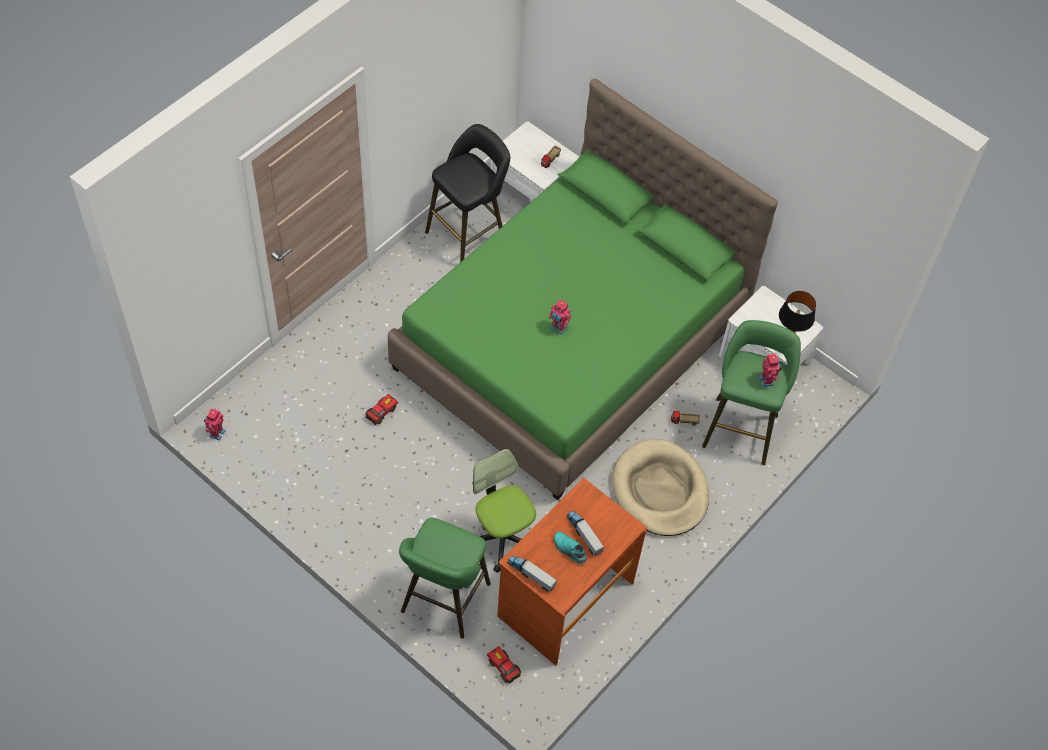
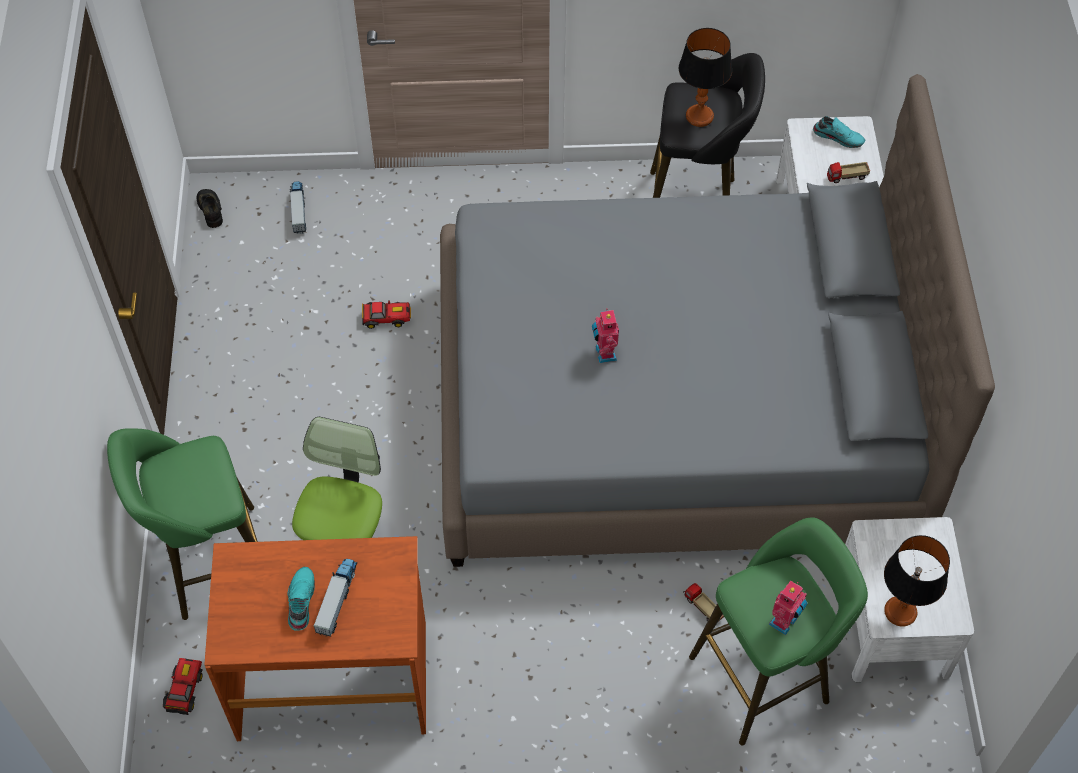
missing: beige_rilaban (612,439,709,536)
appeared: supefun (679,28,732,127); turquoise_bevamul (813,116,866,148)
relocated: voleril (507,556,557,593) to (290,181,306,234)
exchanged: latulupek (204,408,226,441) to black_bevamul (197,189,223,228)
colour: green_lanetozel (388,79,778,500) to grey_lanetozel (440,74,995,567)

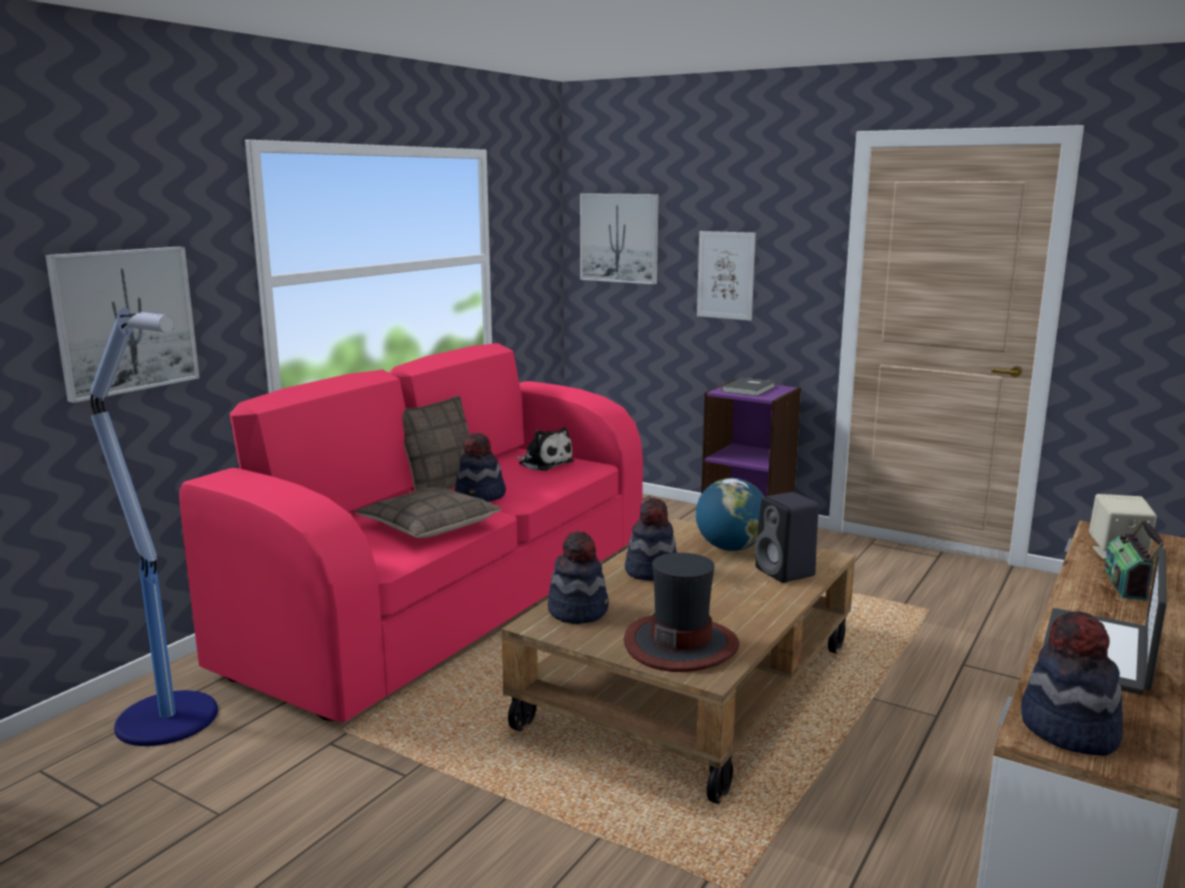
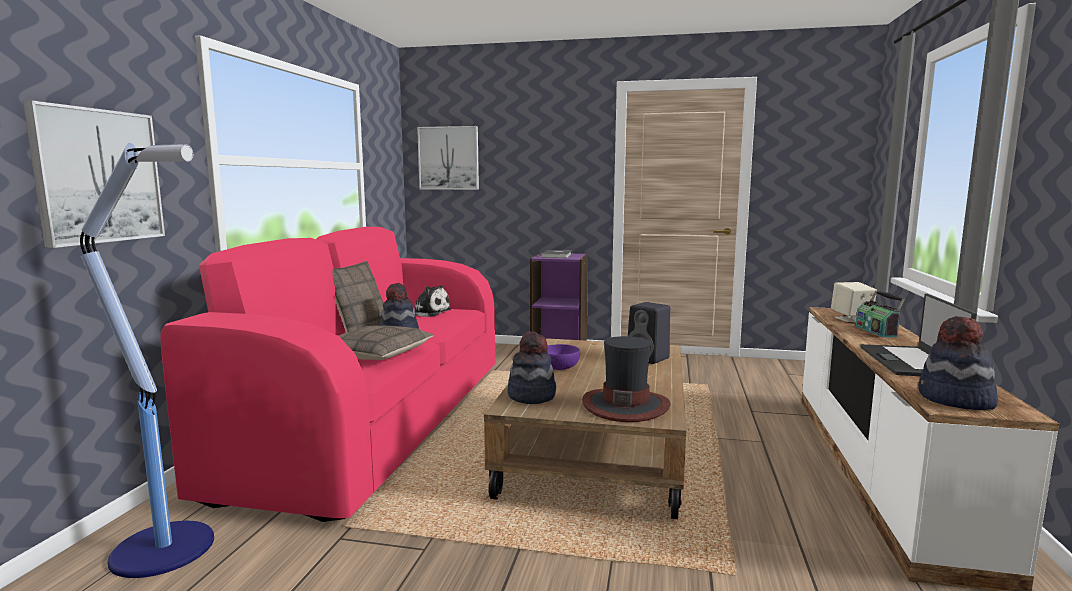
missing: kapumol (696,478,764,551); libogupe (697,231,756,321)
exchanged: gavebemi (625,497,677,581) to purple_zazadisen (547,344,580,370)

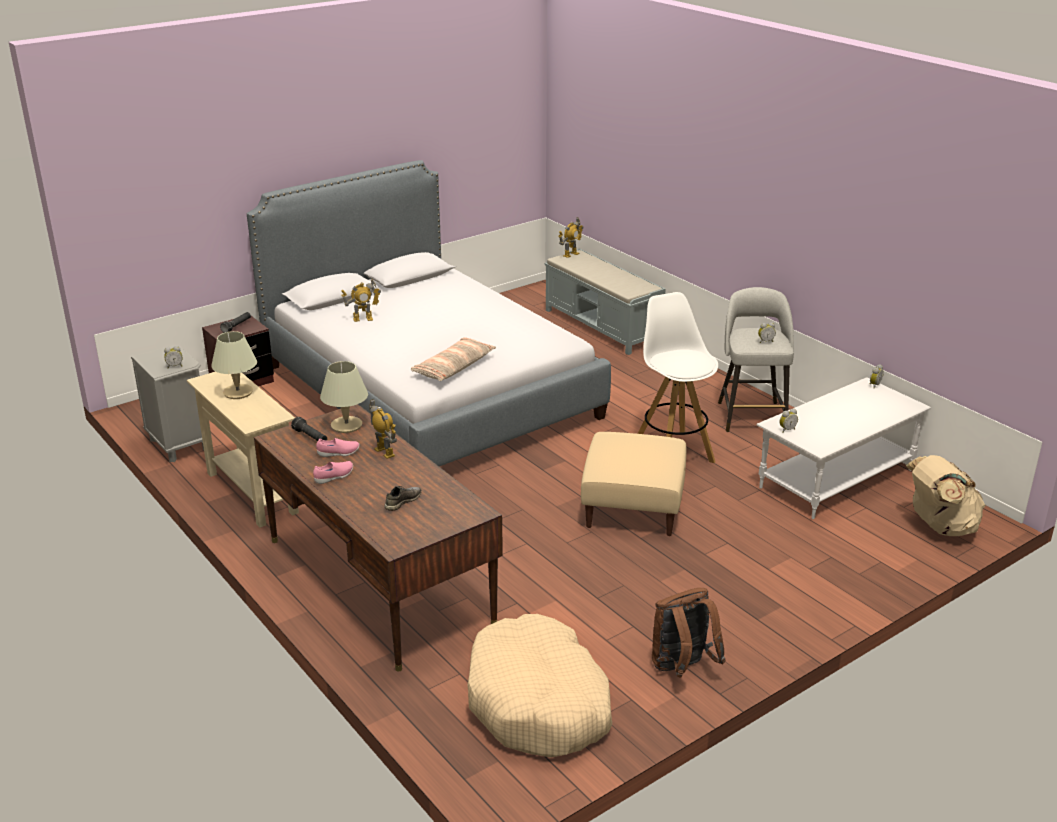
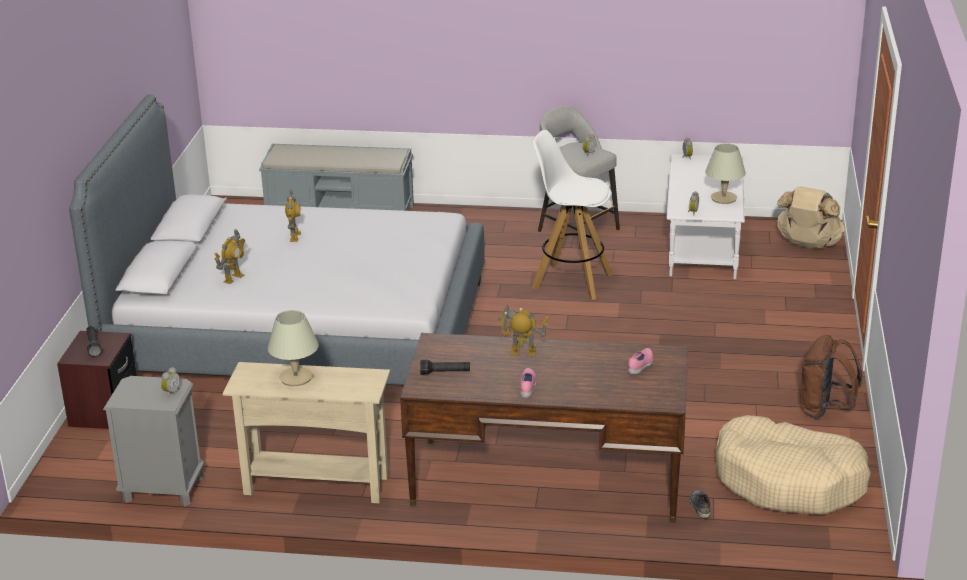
missing: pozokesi (411,337,496,381); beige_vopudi (581,432,687,536)
relocated: pink_bevamul (316,438,359,457) to (628,348,653,375); beige_supefun (320,361,368,433) to (705,143,746,204); grey_bevamul (385,486,422,511) to (690,489,711,518); latulupek (559,217,584,258) to (285,190,301,242)

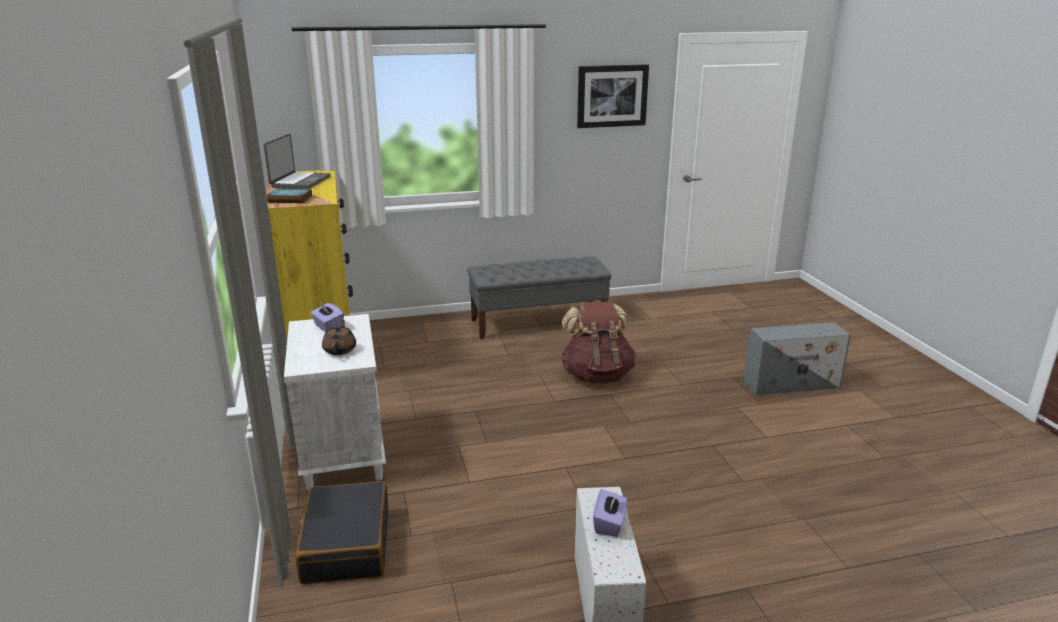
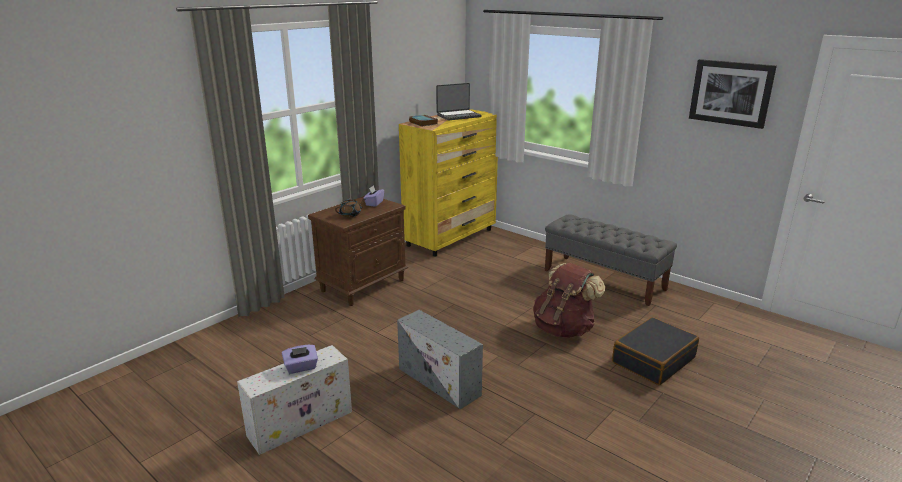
relocated: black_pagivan (295,481,388,584) to (612,317,699,385); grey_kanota (744,322,851,395) to (397,310,483,409)
colour: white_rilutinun (284,314,386,491) to brown_rilutinun (308,196,408,306)

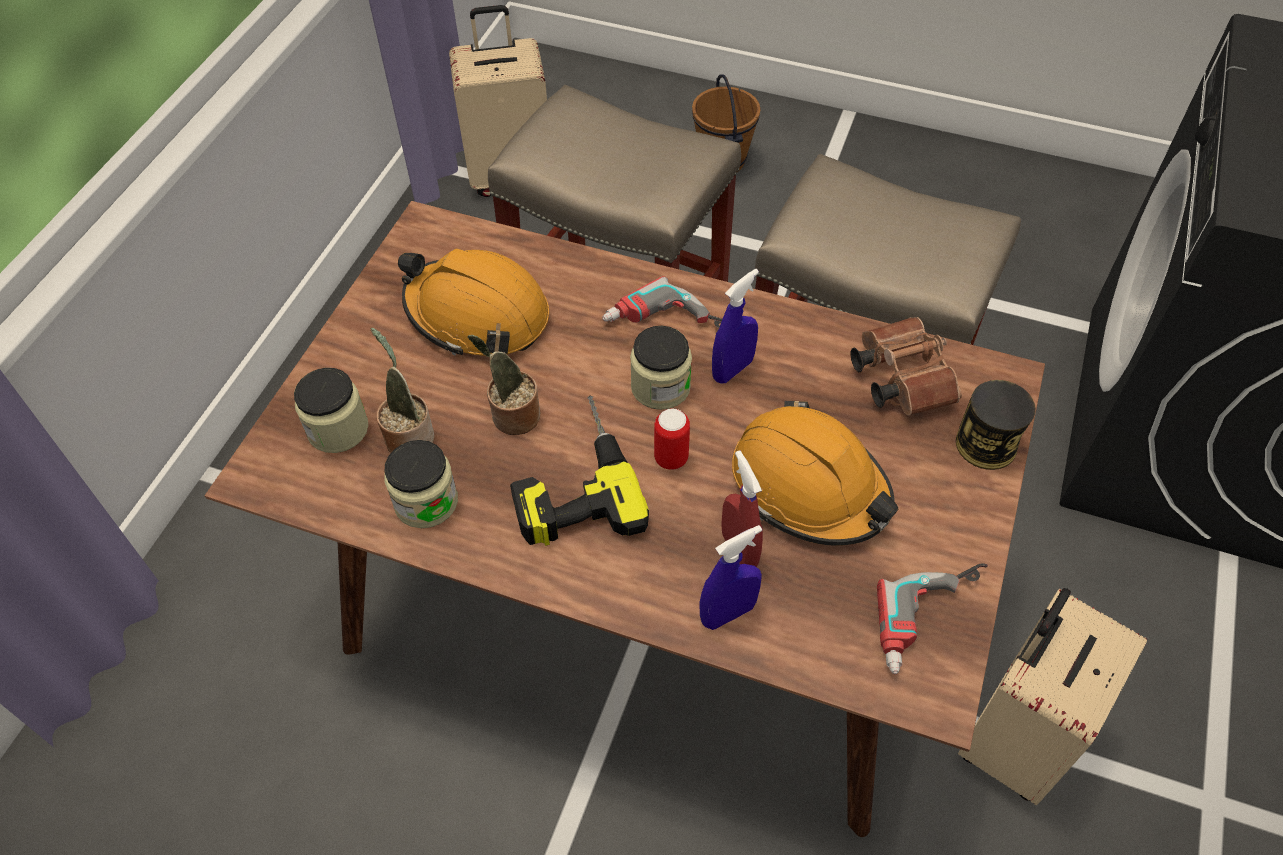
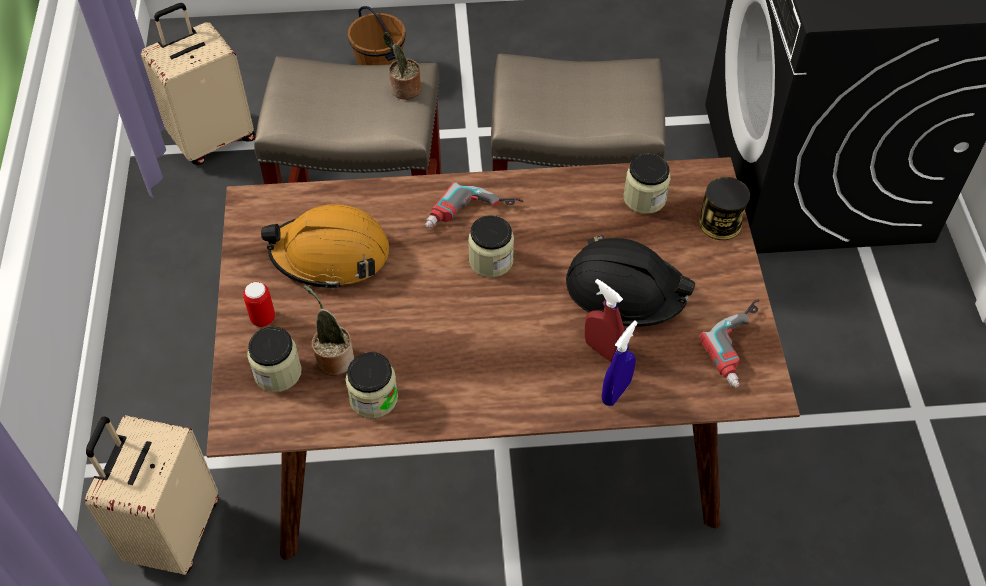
missing: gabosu (510,396,649,546); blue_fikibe (712,269,759,383)
relocated: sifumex (467,335,540,435) to (383,32,421,100); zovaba (654,408,690,470) to (243,282,275,327); beige_pagivan (958,588,1147,805) to (85,415,219,575)
exchanged: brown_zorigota (850,317,962,416) to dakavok (624,154,670,214)
colour: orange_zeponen (732,401,898,546) to black_zeponen (566,235,695,327)

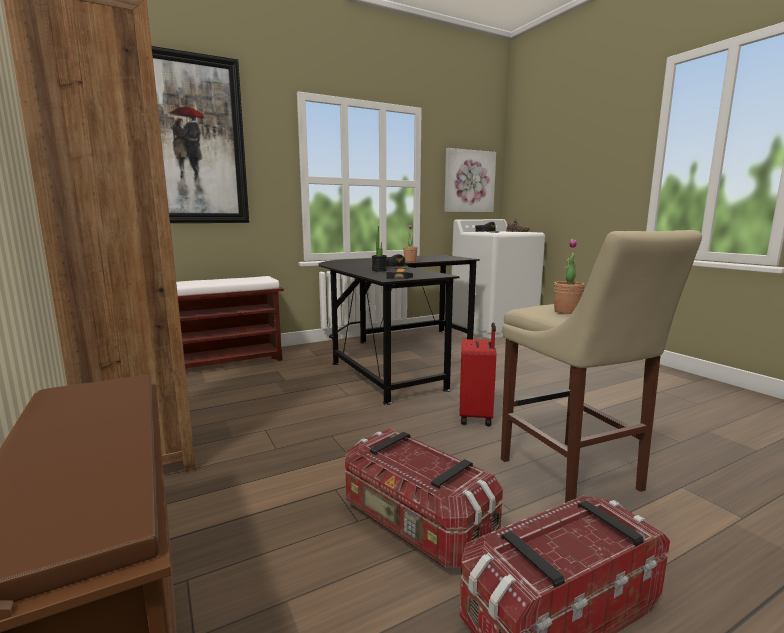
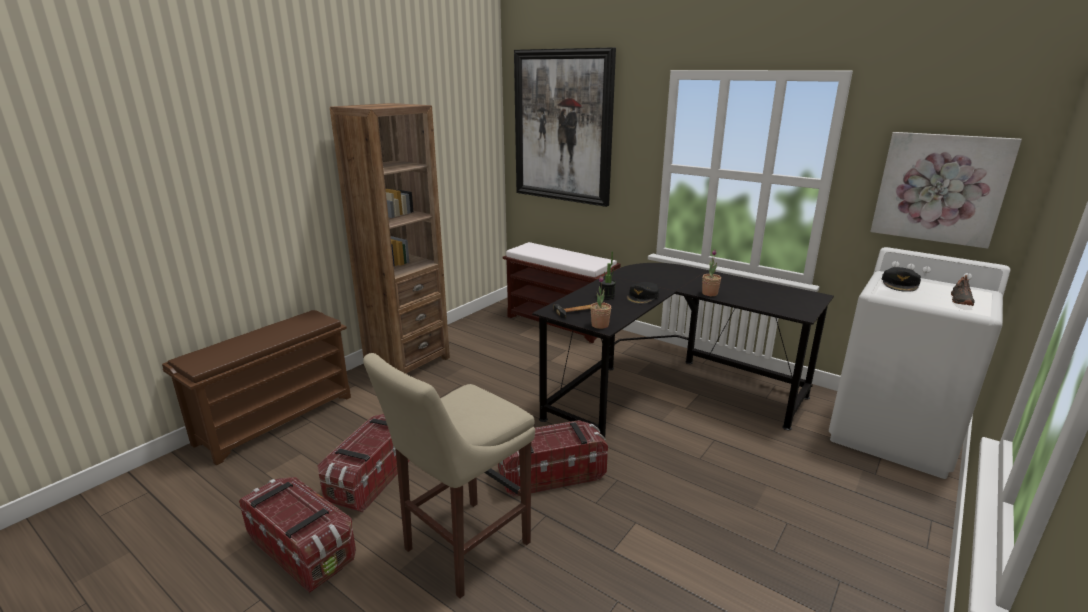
relocated: sifumex (554,239,585,314) to (590,276,611,329)
exchanged: red_pagivan (460,323,497,426) to kanota (498,420,608,497)

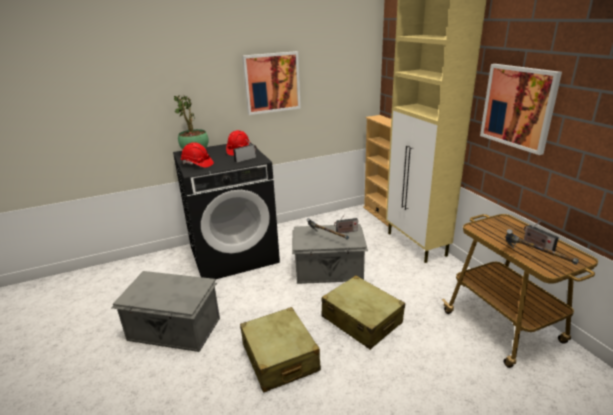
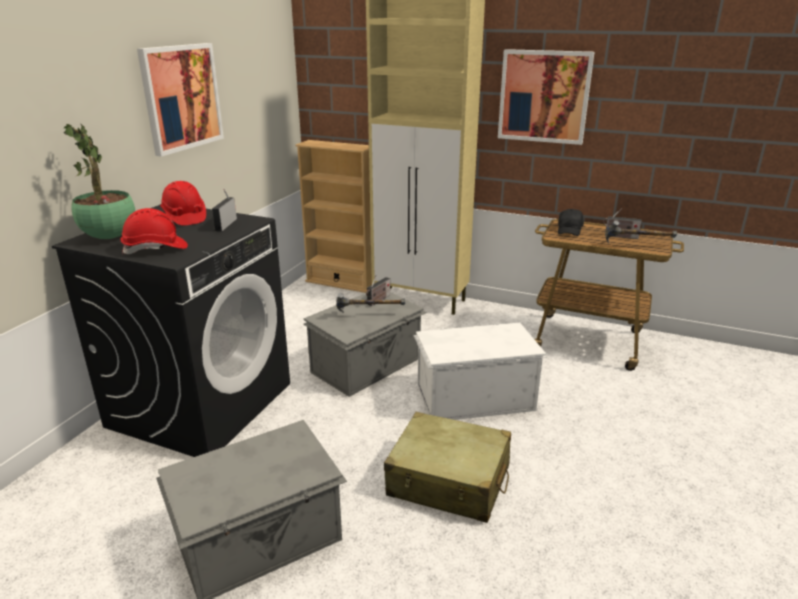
appeared: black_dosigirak (558,209,584,236)
exchanged: beige_pagivan (321,275,405,350) to white_kanota (413,323,547,420)

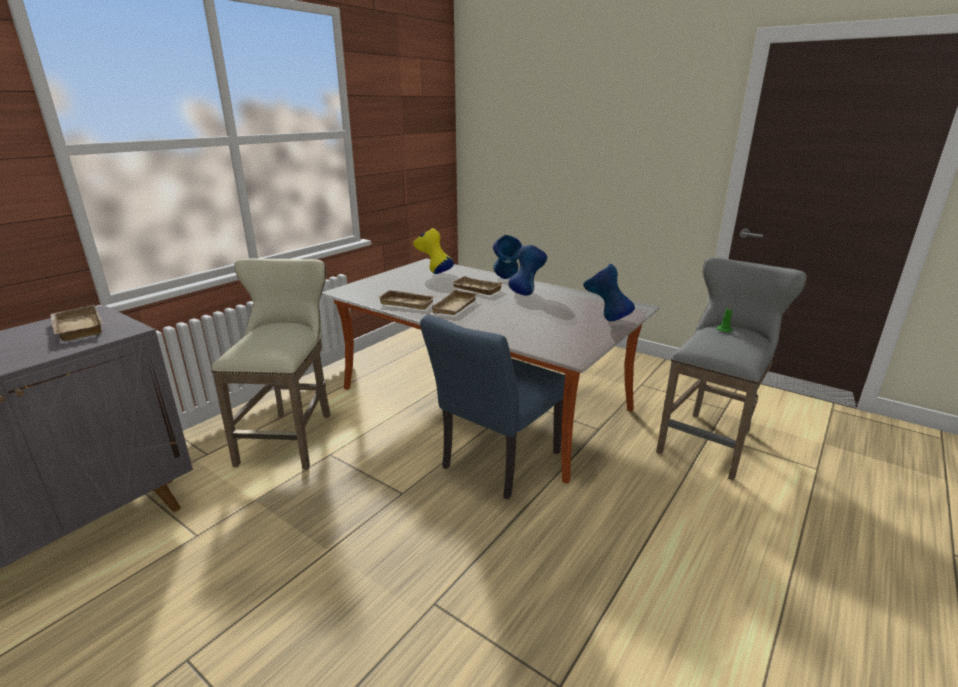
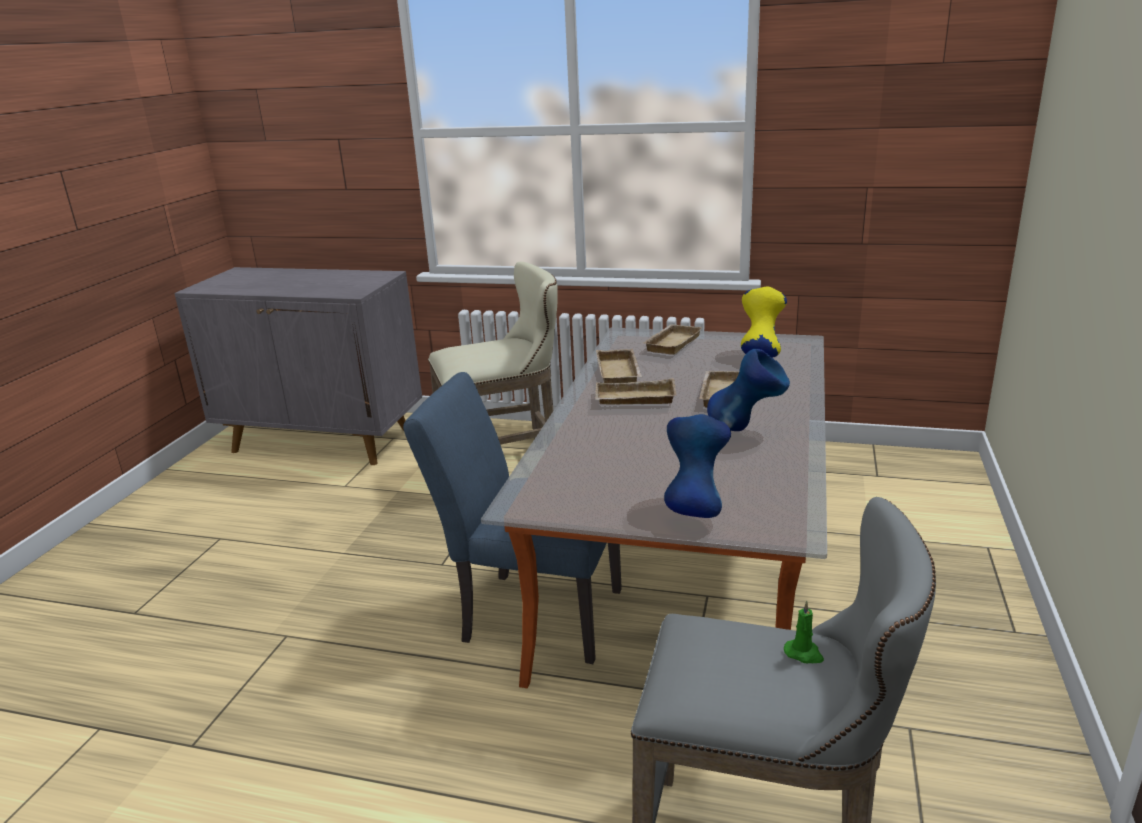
missing: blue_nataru (493,235,522,279)
relocated: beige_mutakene (50,305,103,341) to (643,324,702,355)

